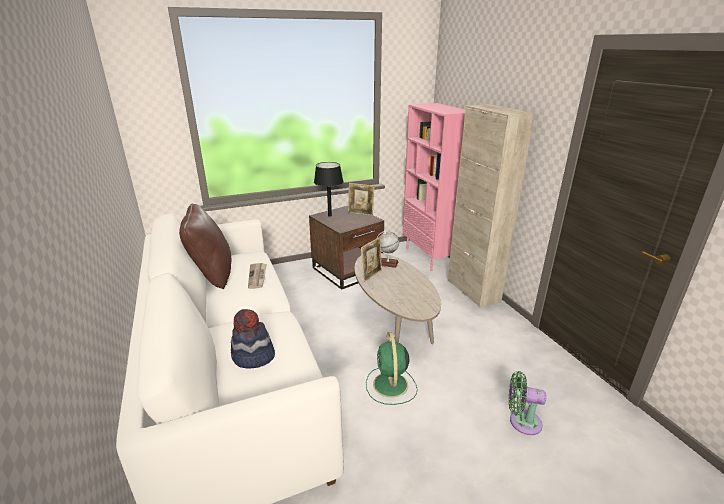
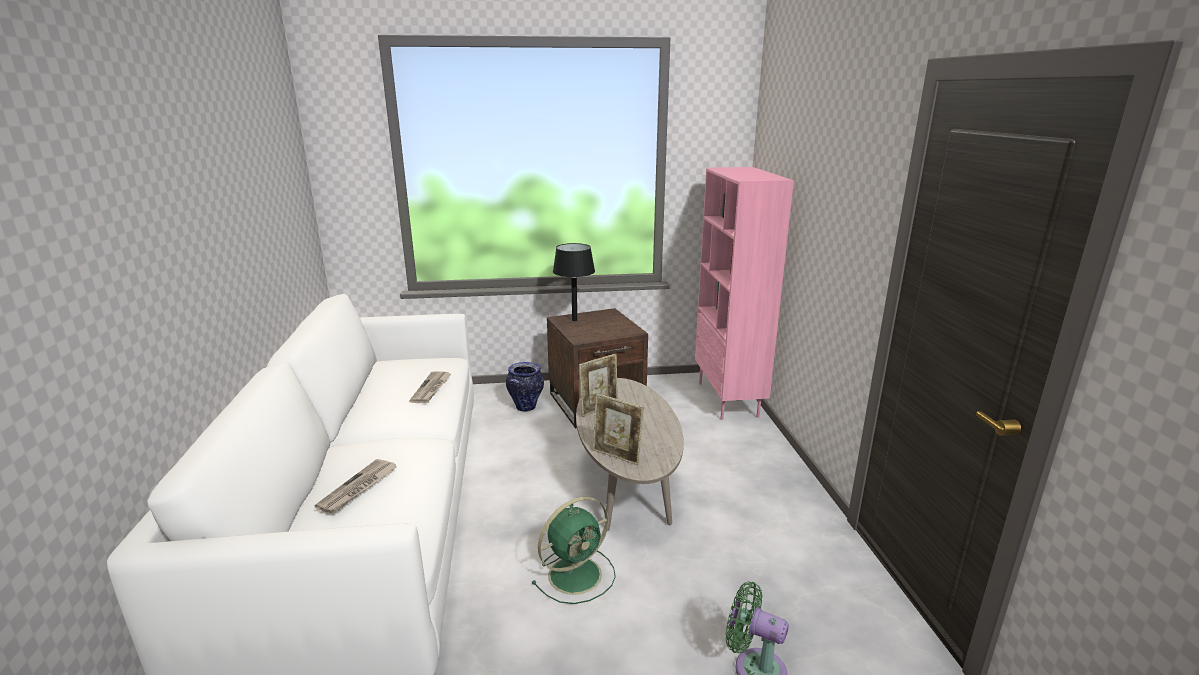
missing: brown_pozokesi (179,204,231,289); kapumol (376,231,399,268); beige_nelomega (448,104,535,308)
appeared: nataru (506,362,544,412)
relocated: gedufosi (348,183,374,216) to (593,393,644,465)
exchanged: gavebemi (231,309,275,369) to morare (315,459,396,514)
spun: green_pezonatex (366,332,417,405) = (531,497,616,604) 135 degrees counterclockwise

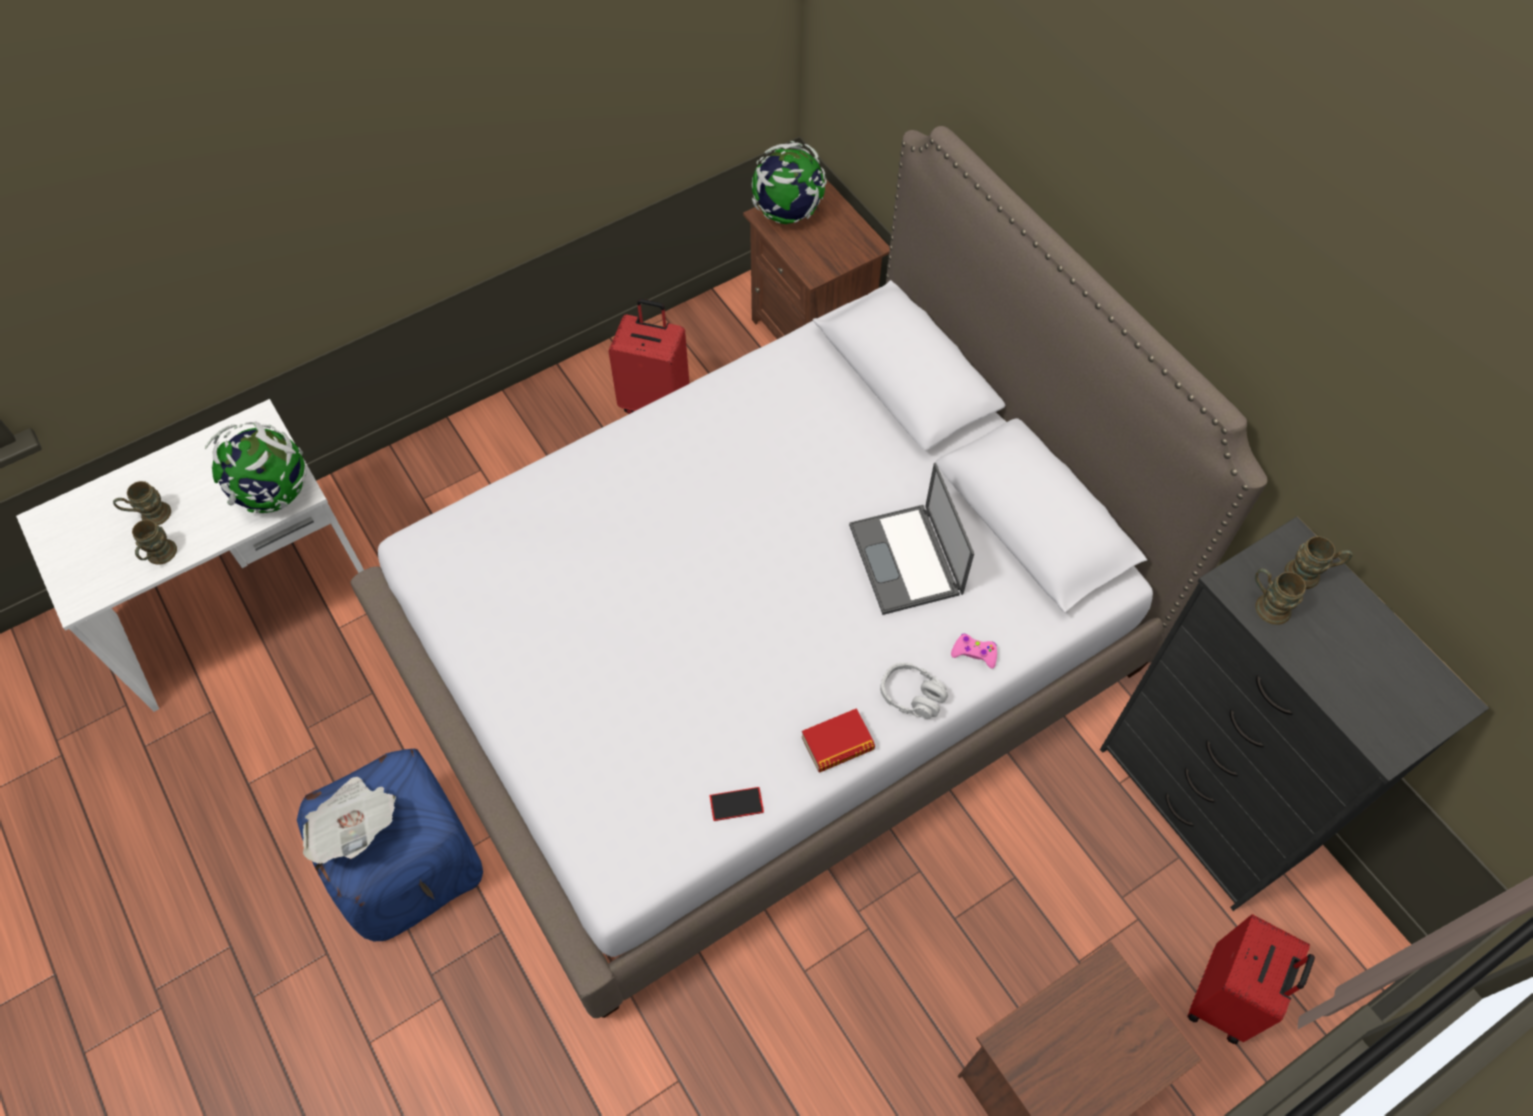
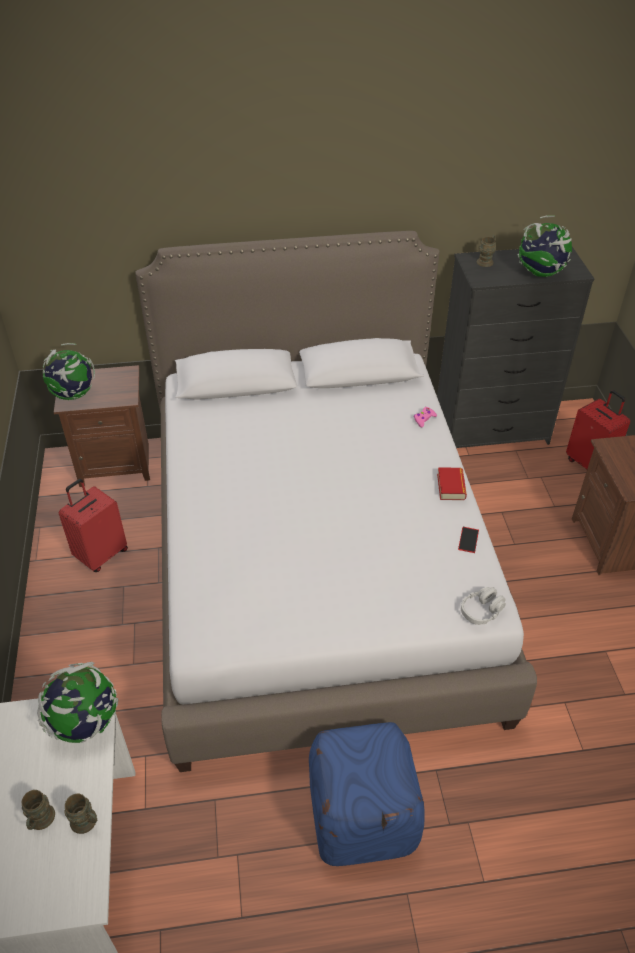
missing: morare (303,777,396,864); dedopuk (849,462,974,615); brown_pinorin (1255,569,1306,625)
appeared: kapumol (518,215,572,277)
relocated: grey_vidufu (880,662,948,719) to (461,587,506,625)

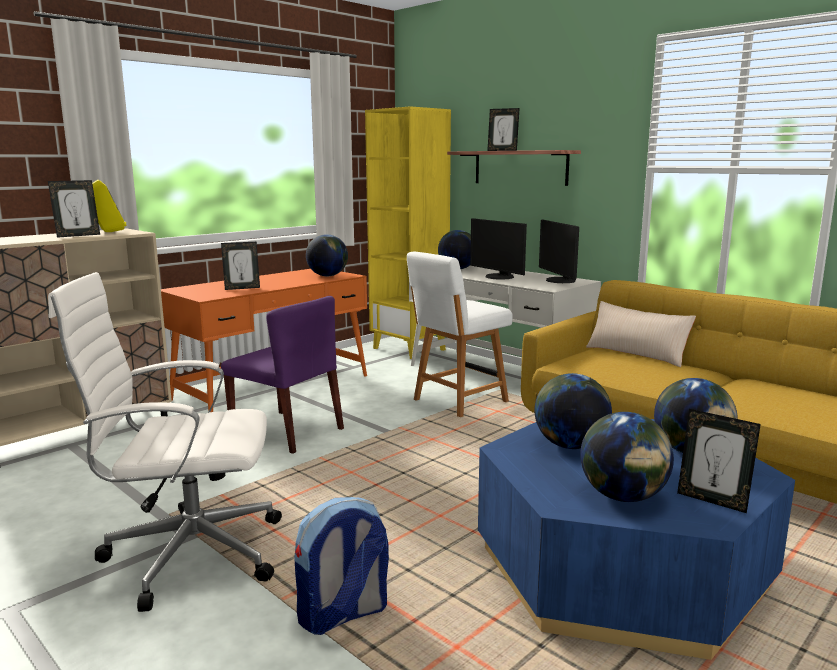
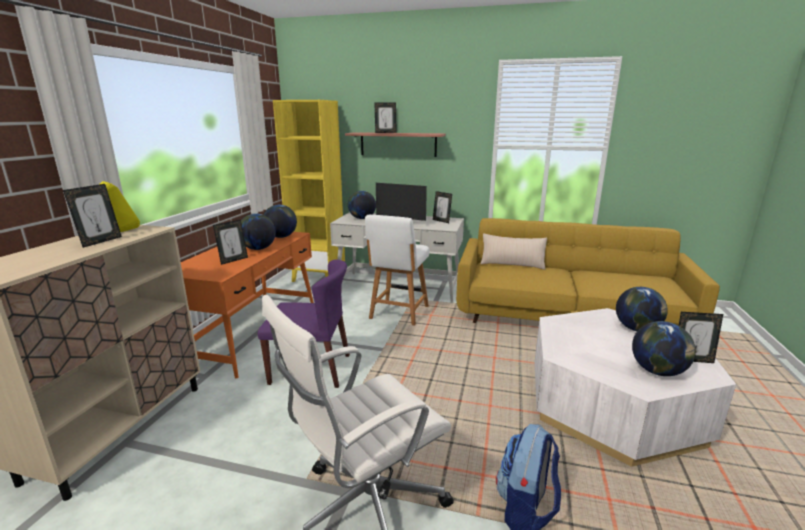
relocated: kapumol (534,373,612,449) to (241,213,276,250)
exchanged: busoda (539,219,579,283) to gedufosi (433,191,452,223)
colour: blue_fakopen (478,419,795,660) to white_fakopen (534,308,736,467)

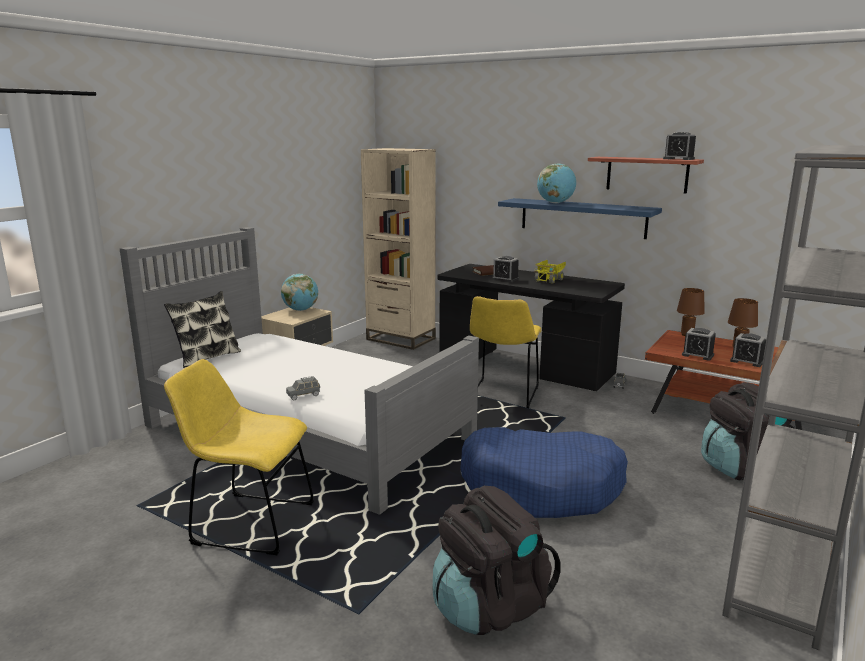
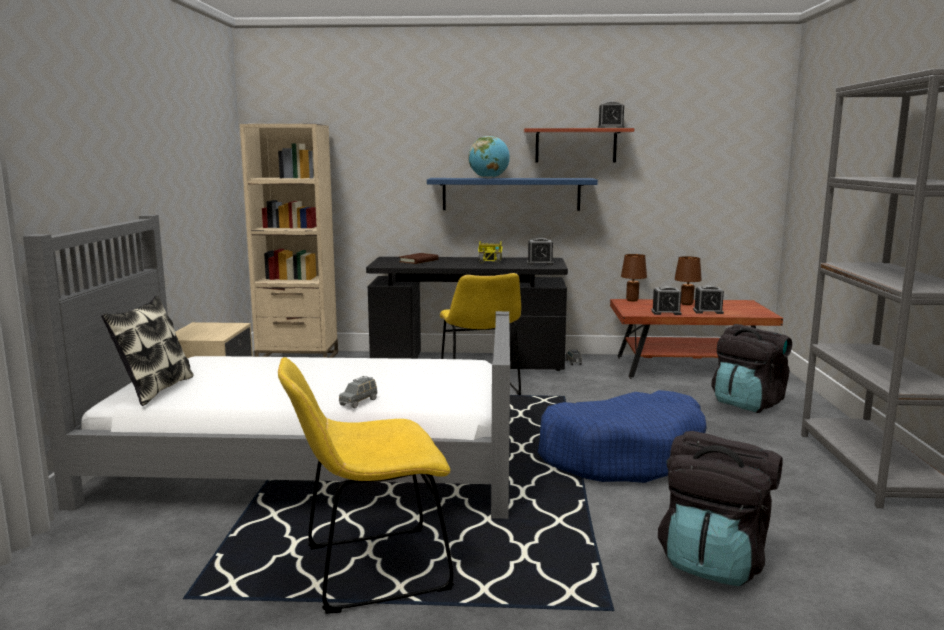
missing: kapumol (281,274,318,311)
relocated: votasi (492,256,519,282) to (527,238,554,265)

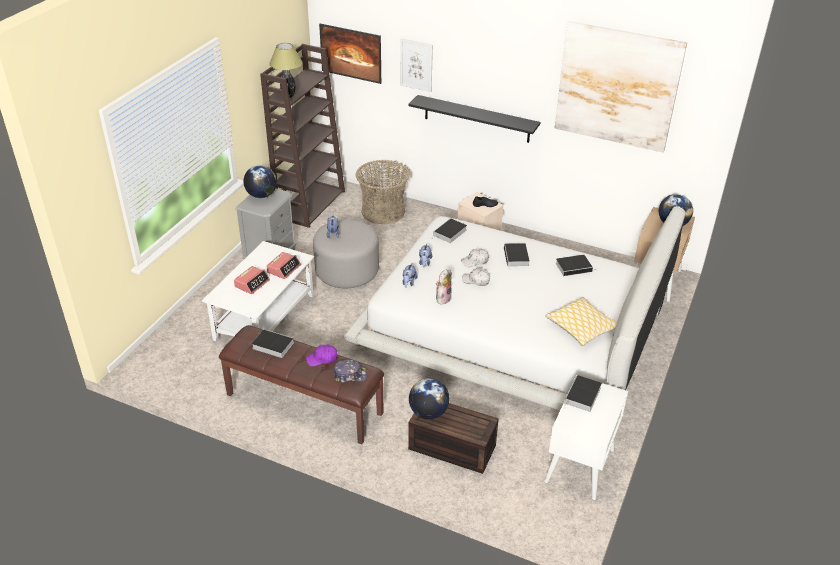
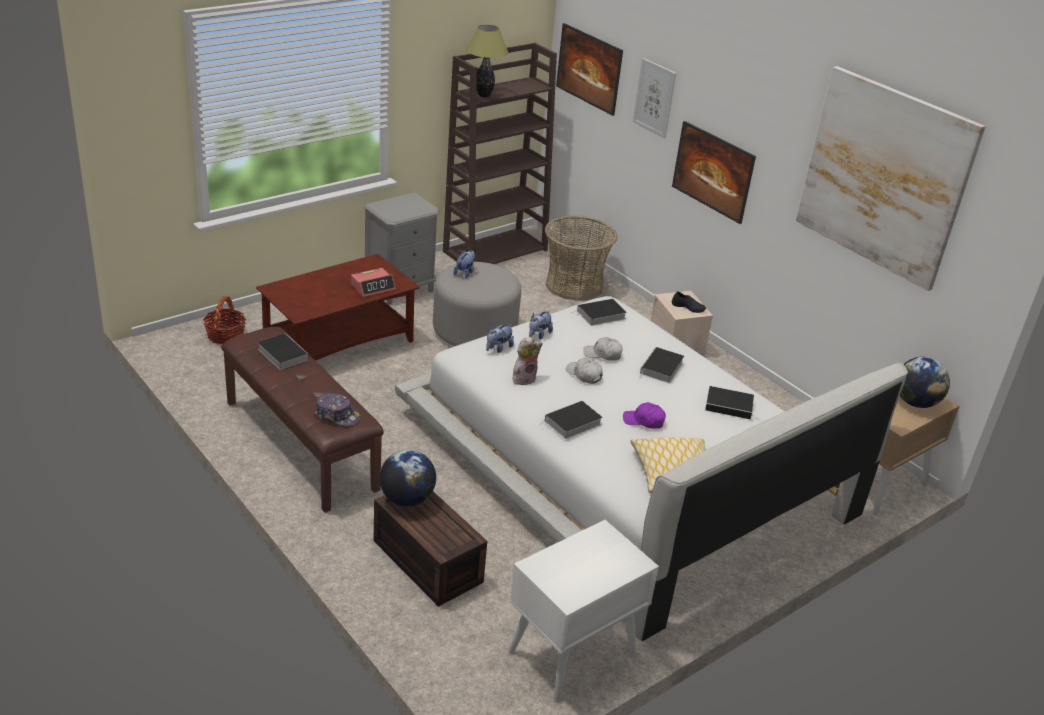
missing: votasi (234,266,270,294); kapumol (243,165,277,198)
appeared: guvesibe (203,296,246,344)
relocated: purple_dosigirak (306,344,337,366) to (623,402,666,429); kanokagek (564,375,602,412) to (539,400,602,439)
exchanged: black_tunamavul (408,95,540,143) to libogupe (672,121,756,224)
colour: white_fakopen (202,241,314,341) to brown_fakopen (256,254,420,361)

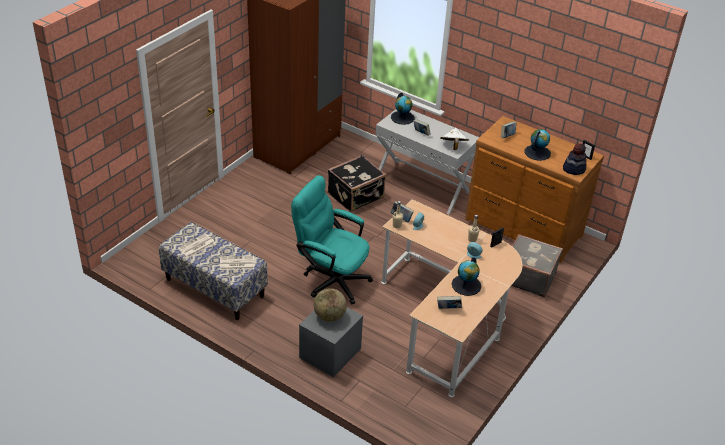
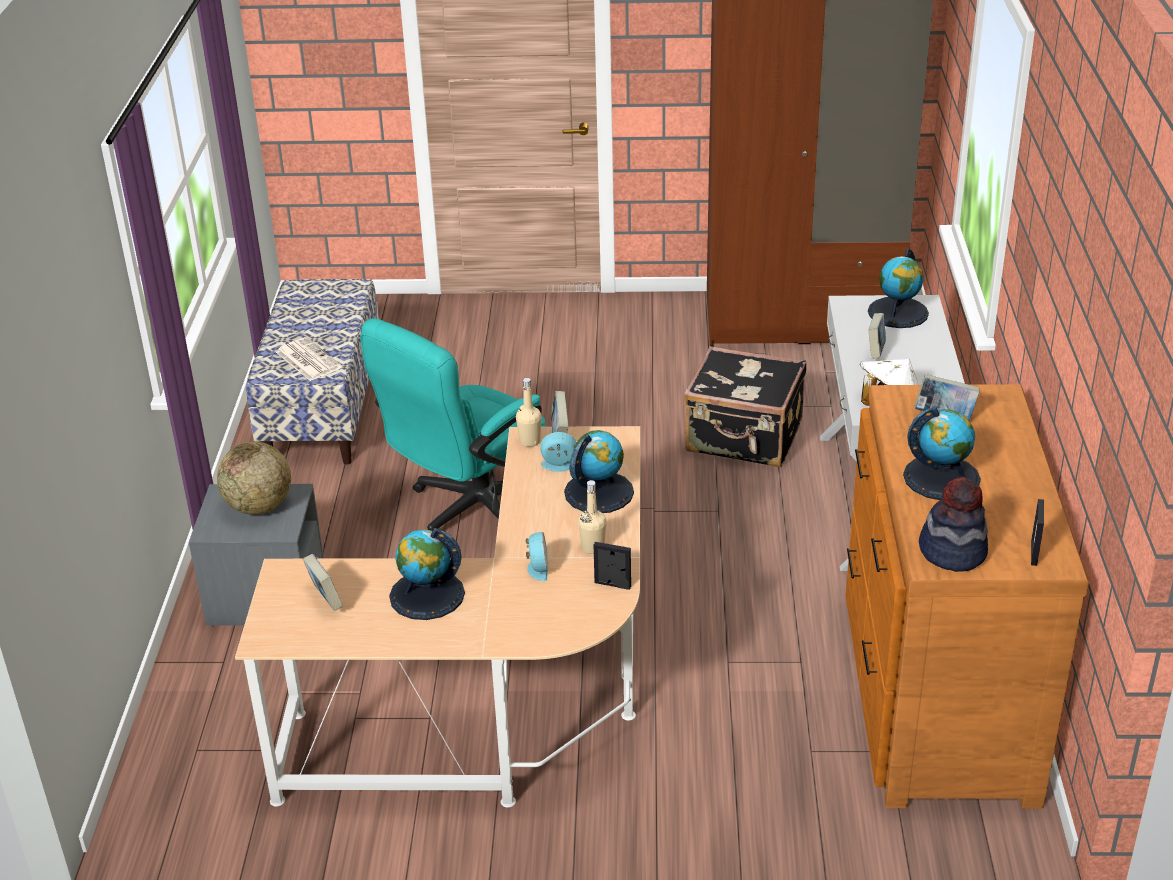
missing: morare (178,233,215,258); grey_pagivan (511,234,563,297)
appeared: kapumol (564,430,634,513)
spun: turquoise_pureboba (291,175,373,304) = (360,318,545,531) 135 degrees counterclockwise

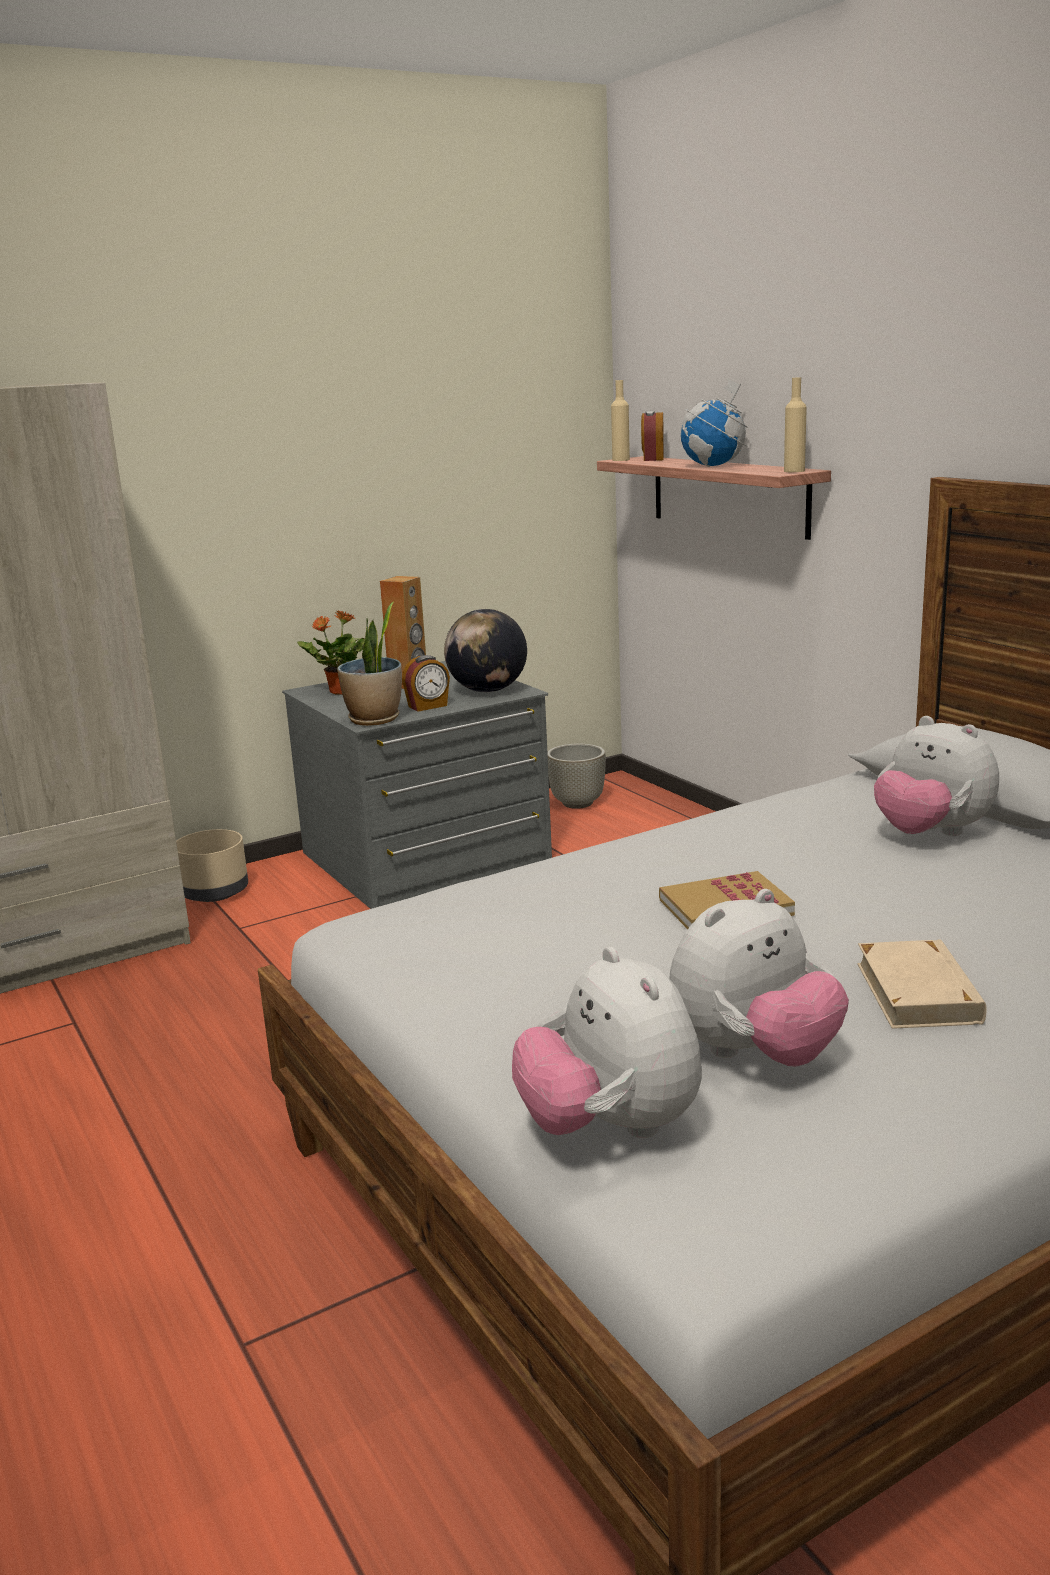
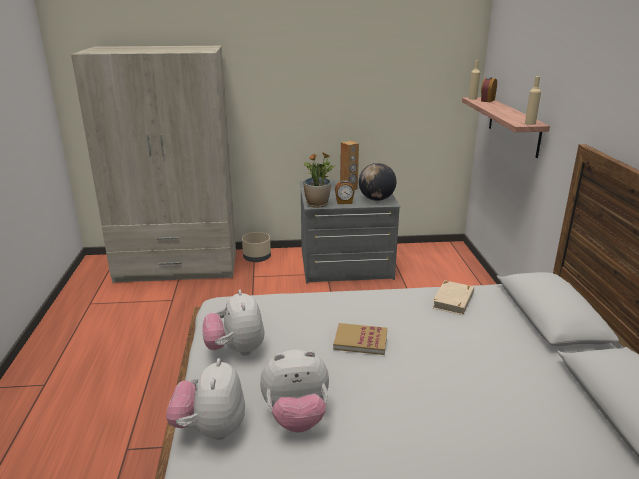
missing: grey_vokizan (547,744,606,809); kapumol (681,378,748,467)
relocated: beige_kanokagek (857,939,987,1029) to (432,280,474,315); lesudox (874,716,999,836) to (202,290,265,356)

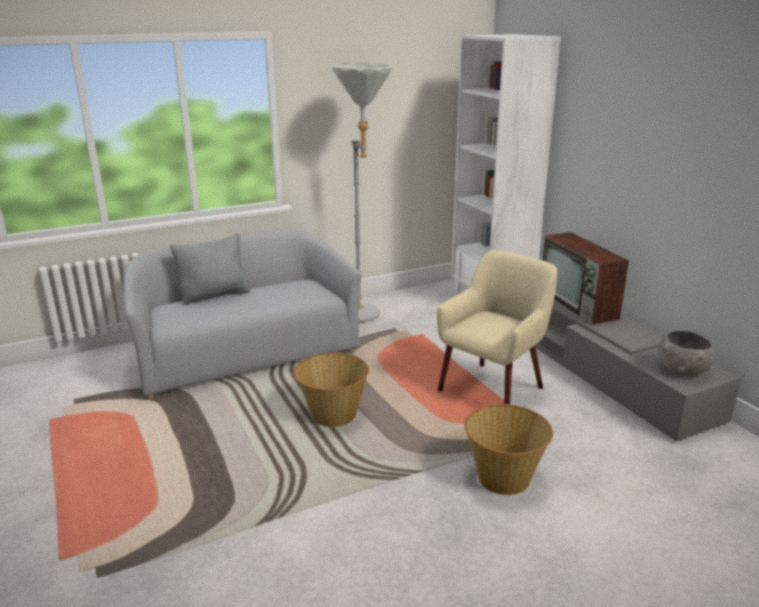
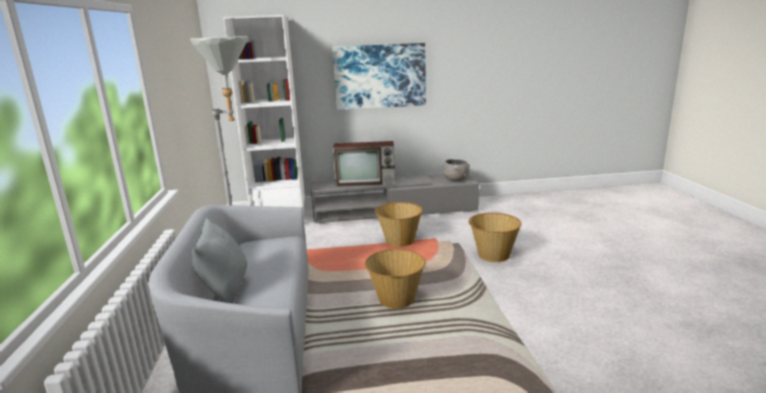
appeared: libogupe (332,43,426,110)
exchanged: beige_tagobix (437,250,557,404) to guvesibe (375,202,423,247)

